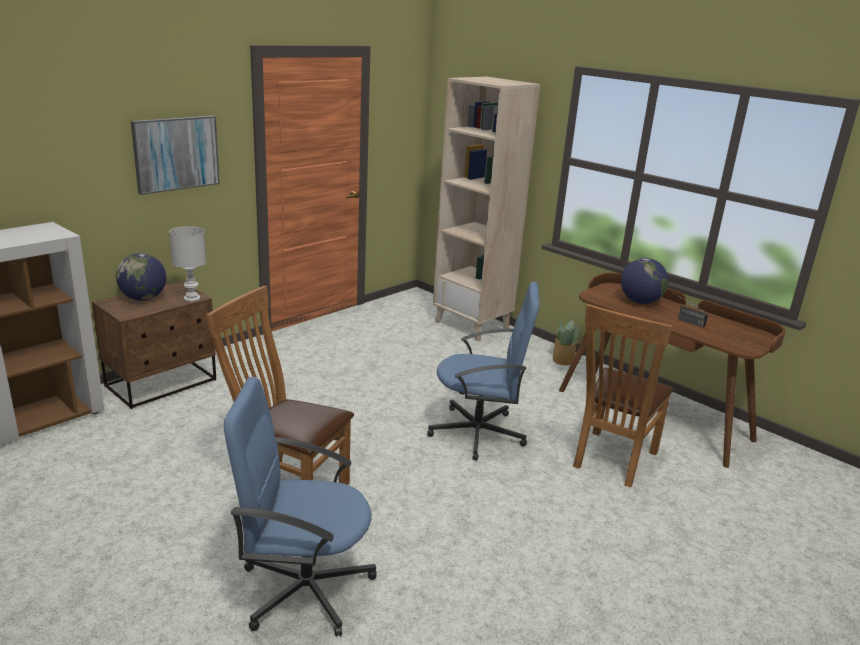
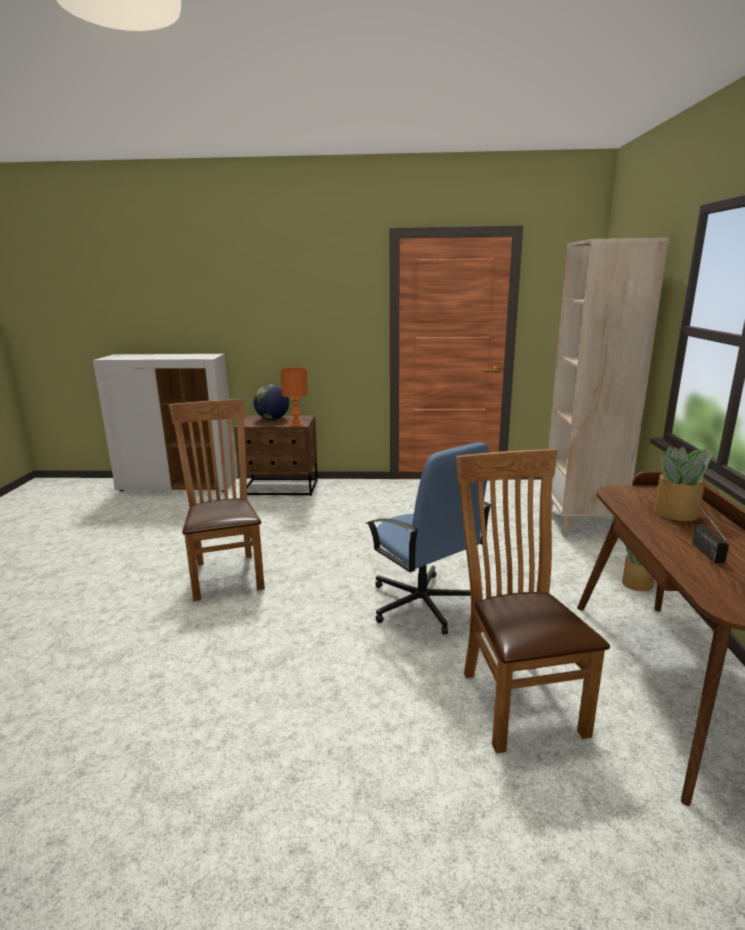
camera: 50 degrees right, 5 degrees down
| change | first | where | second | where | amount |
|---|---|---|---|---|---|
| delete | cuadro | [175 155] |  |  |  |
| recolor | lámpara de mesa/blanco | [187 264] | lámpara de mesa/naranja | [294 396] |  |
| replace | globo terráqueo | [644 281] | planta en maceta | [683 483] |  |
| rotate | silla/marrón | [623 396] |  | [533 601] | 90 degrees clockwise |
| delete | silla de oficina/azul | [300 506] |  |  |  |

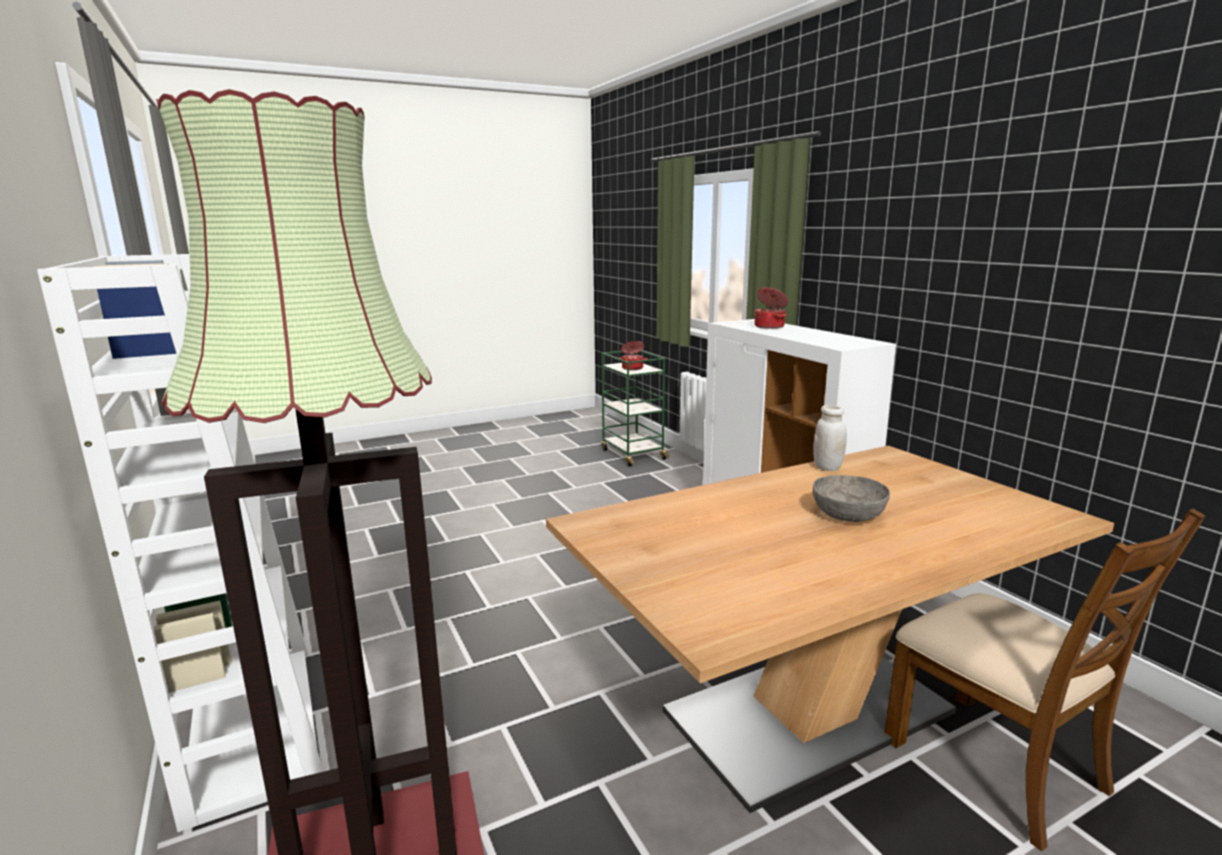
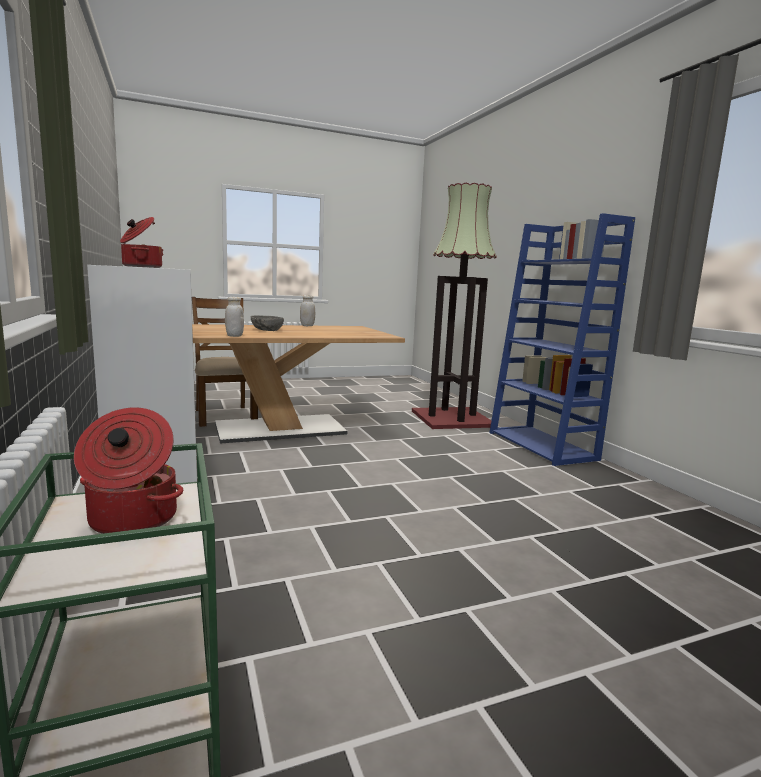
camera: 175 degrees left, 5 degrees down
| change | first | where | second | where | amount |
|---|---|---|---|---|---|
| recolor | estantería/blanco | [180 543] | estantería/azul | [562 339] |  |
| insert |  |  | tarro/blanco | [307 310] |  |

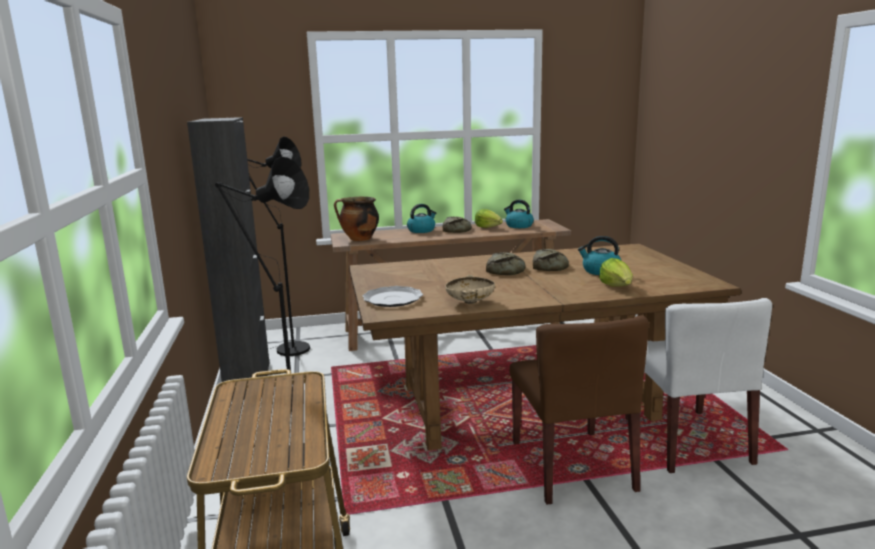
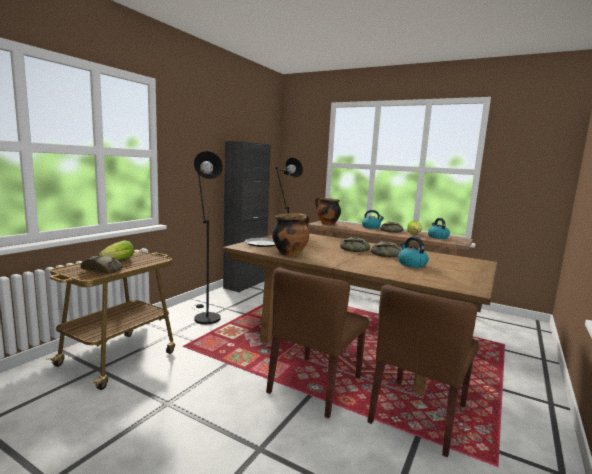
camera: 40 degrees right, 5 degrees down
| change | first | where | second | where | amount |
|---|---|---|---|---|---|
| move | lechuga | [616 272] |  | [116 250] |  |
| replace | cuenco/beis | [470 289] | olla | [290 234] |  |
| recolor | silla/blanco | [698 385] | silla/marrón | [423 370] |  |
| insert |  |  | pan | [101 265] |  |

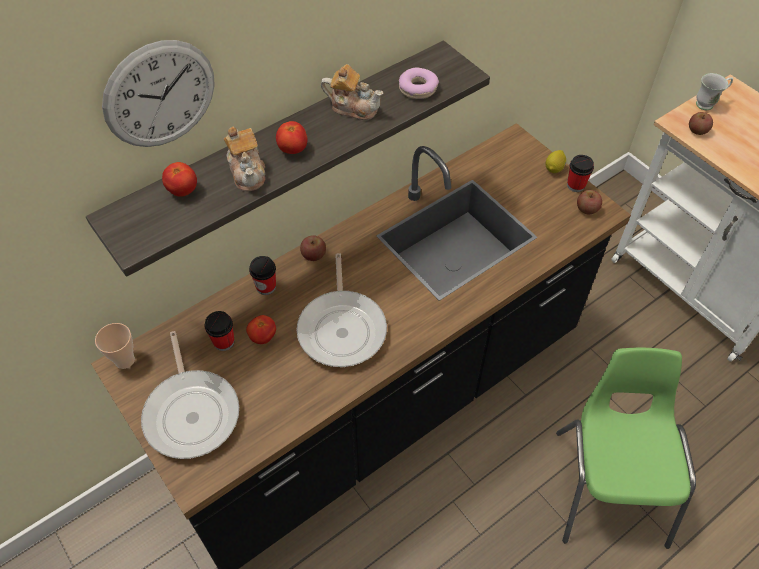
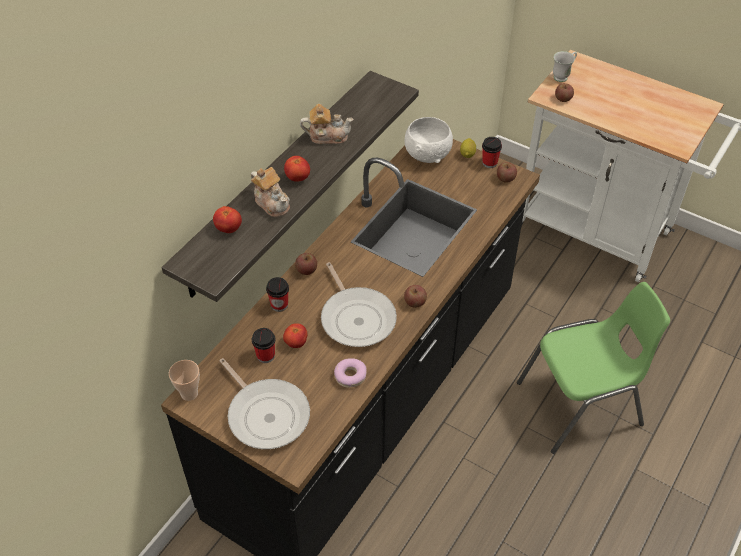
camera: 20 degrees left, 5 degrees down
| change | first | where | second | where | amount |
|---|---|---|---|---|---|
| delete | reloj de pared | [158 93] |  |  |  |
| move | rosquilla | [419 83] |  | [350 373] |  |
| rotate | silla/verde | [626 448] |  | [593 368] | 90 degrees clockwise |
| insert |  |  | cuenco/blanco | [429 140] |  |
| insert |  |  | manzana | [415 296] |  |

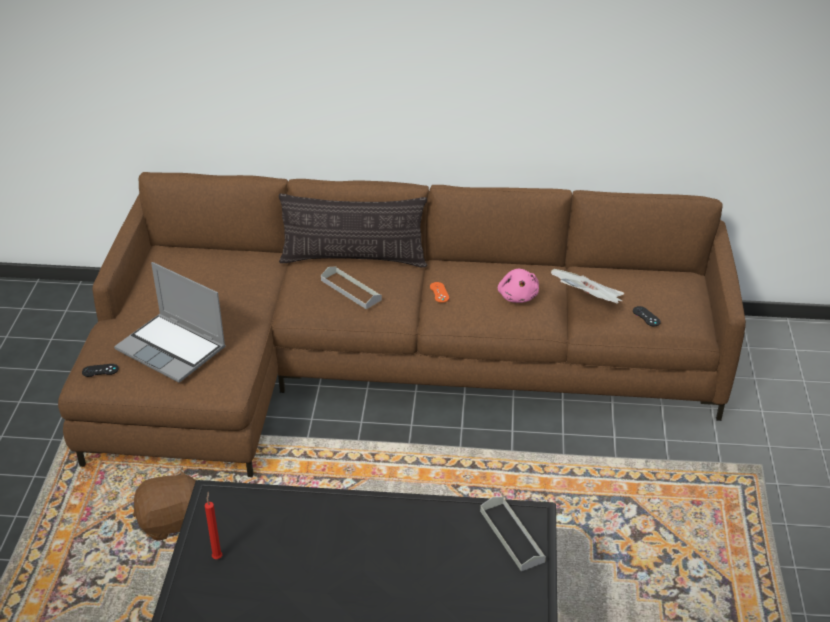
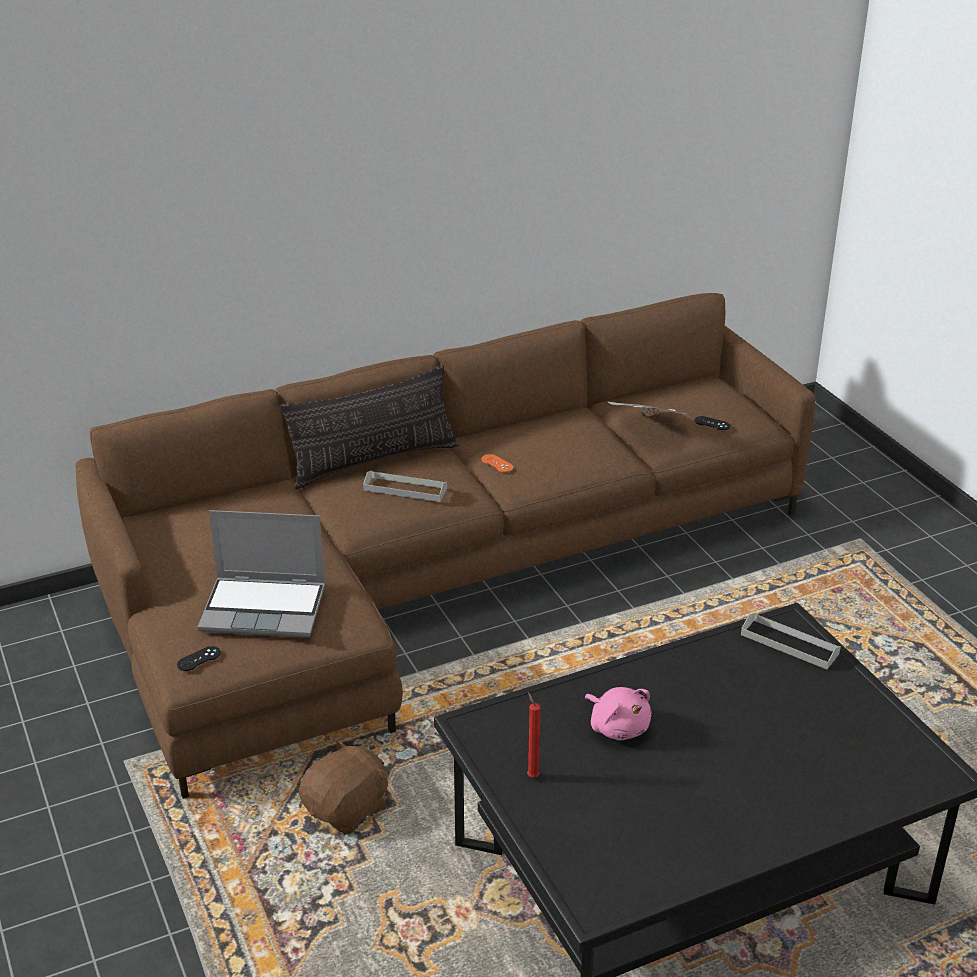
camera: 30 degrees left, 5 degrees down
| change | first | where | second | where | amount |
|---|---|---|---|---|---|
| move | peluche/rosa | [518 286] |  | [618 713] |  |

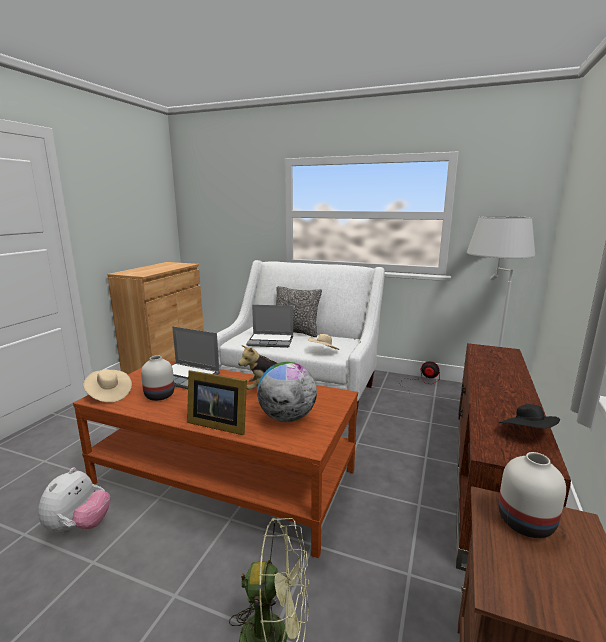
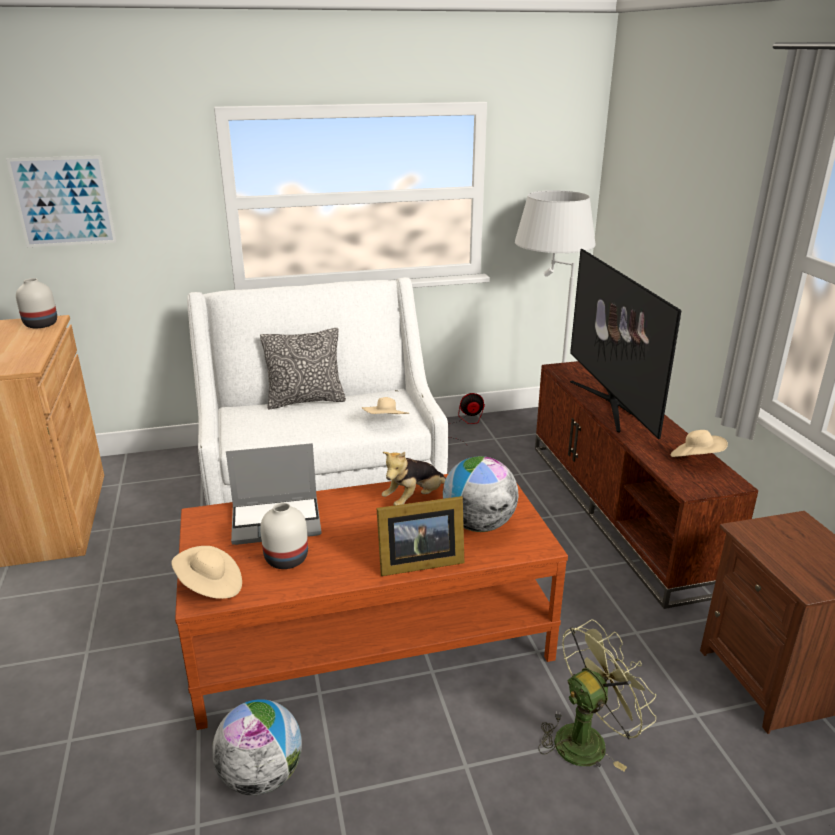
camera: 35 degrees left, 10 degrees up
| change | first | where | second | where | amount |
|---|---|---|---|---|---|
| delete | portátil | [269 326] |  |  |  |
| recolor | sombrero/negro | [529 416] | sombrero/beis | [699 443] |  |
| move | florero/blanco | [532 495] |  | [36 303] |  |
| replace | peluche | [74 501] | globo terráqueo | [257 747] |  |
| insert |  |  | cuadro | [61 201] |  |
| insert |  |  | televisor | [626 344] |  |

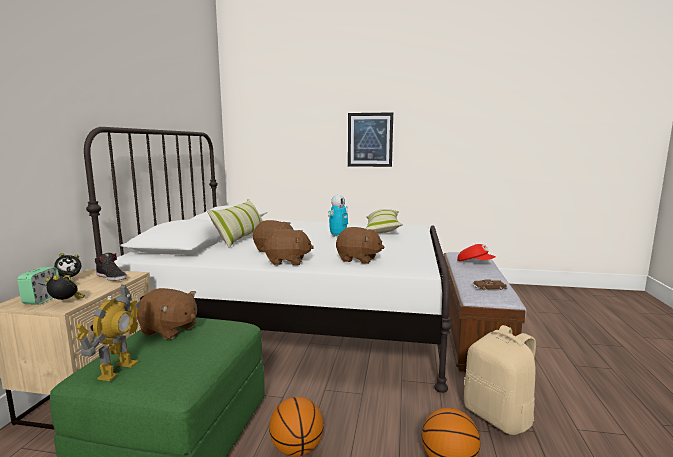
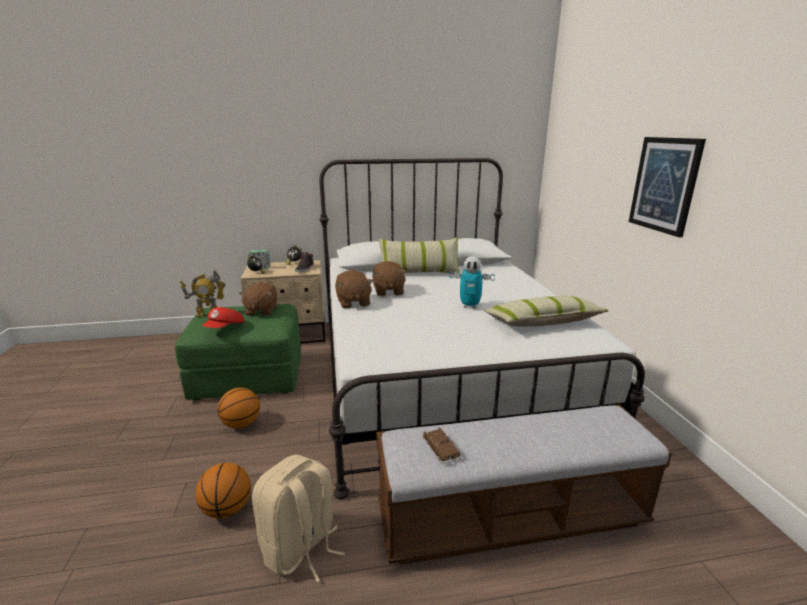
camera: 70 degrees right, 10 degrees up
| change | first | where | second | where | amount |
|---|---|---|---|---|---|
| delete | peluche/marrón | [360 245] |  |  |  |
| move | gorra/rojo | [476 252] |  | [223 317] |  |

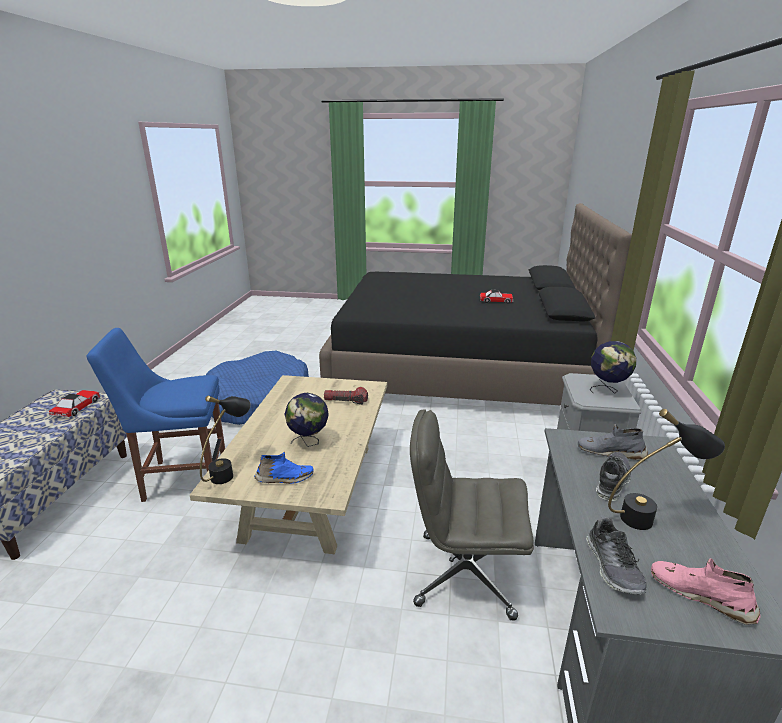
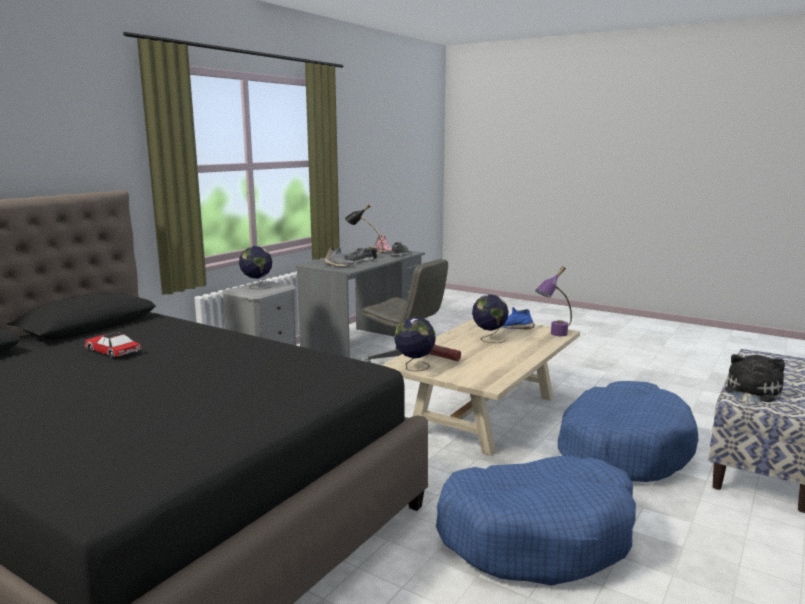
camera: 155 degrees left, 10 degrees down
| change | first | where | second | where | amount |
|---|---|---|---|---|---|
| replace | silla/azul | [155 415] | cama para perro/azul | [628 431] |  |
| replace | coche de juguete | [75 404] | peluche | [755 379] |  |
| recolor | lámpara de mesa/negro | [225 439] | lámpara de mesa/morado | [553 301] |  |
| insert |  |  | globo terráqueo | [415 344] |  |

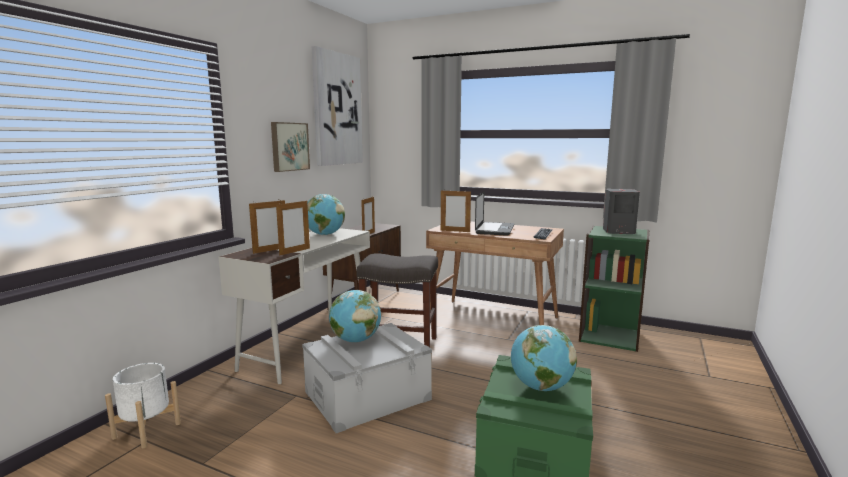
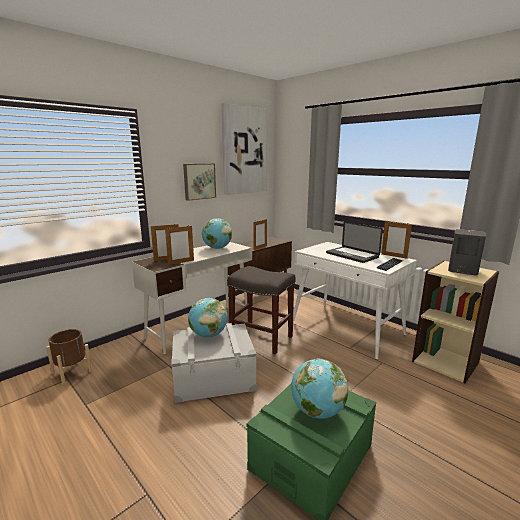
camera: 20 degrees right, 5 degrees up
| change | first | where | second | where | amount |
|---|---|---|---|---|---|
| move | portarretratos | [456 211] |  | [396 240] |  |
| rotate | portátil | [494 214] |  | [354 242] | 105 degrees clockwise |
| recolor | escritorio/marrón | [495 273] | escritorio/blanco | [355 300] |  |
| recolor | estantería/verde | [614 289] | estantería/beis | [455 321] |  |
| recolor | maceta/blanco | [143 405] | maceta/marrón | [69 357] |  |

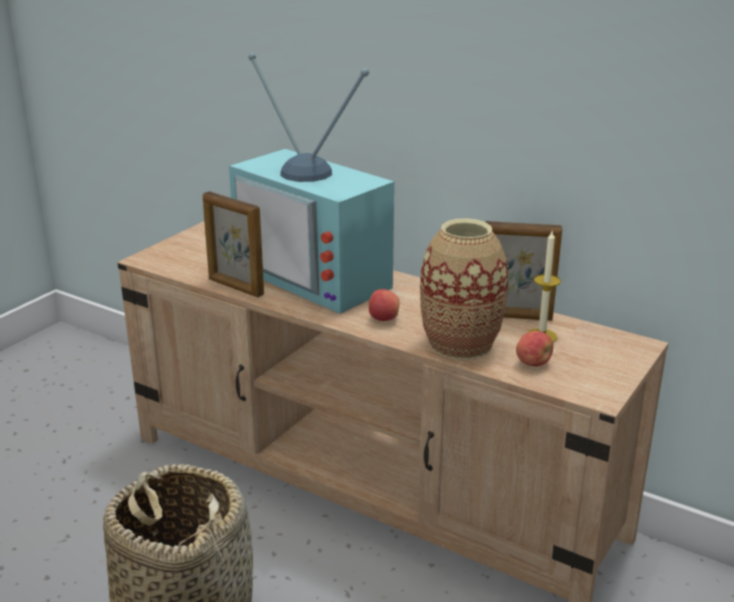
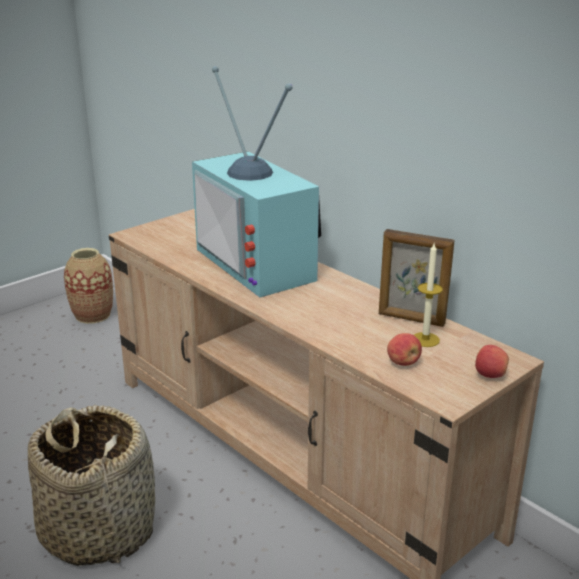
camera: 15 degrees right, 0 degrees up
| change | first | where | second | where | amount |
|---|---|---|---|---|---|
| delete | portarretratos | [233 244] |  |  |  |
| move | florero | [464 289] |  | [88 286] |  |
| move | manzana | [384 305] |  | [492 361] |  |

